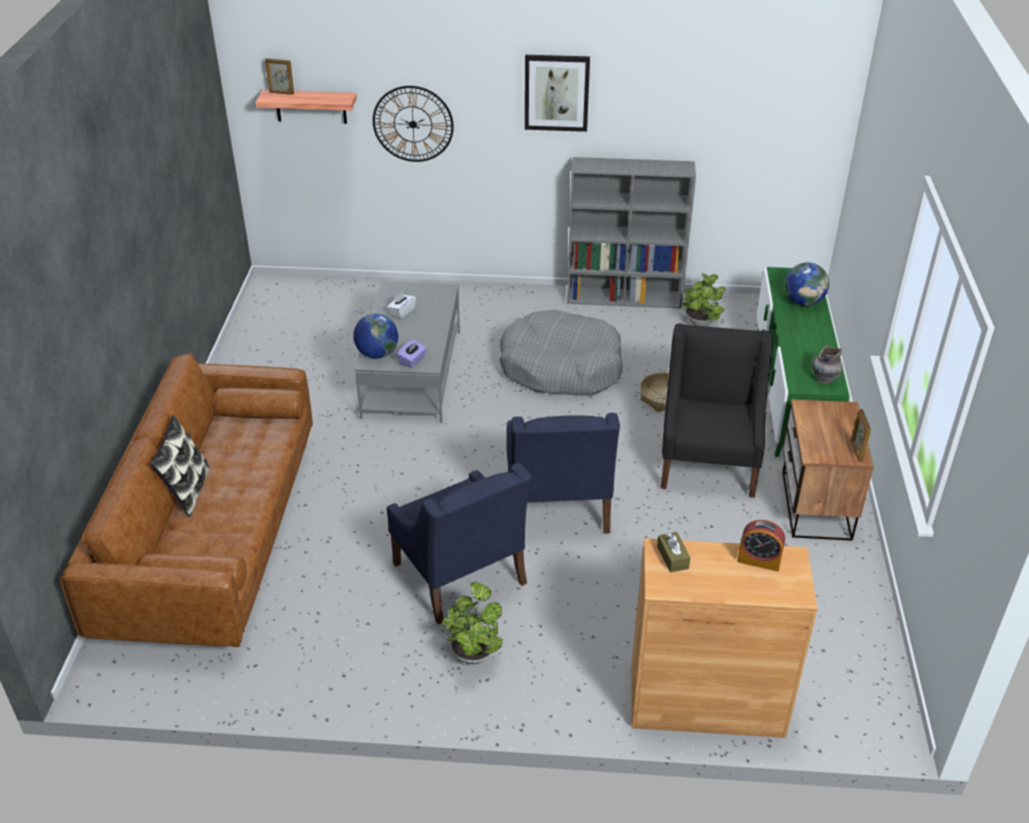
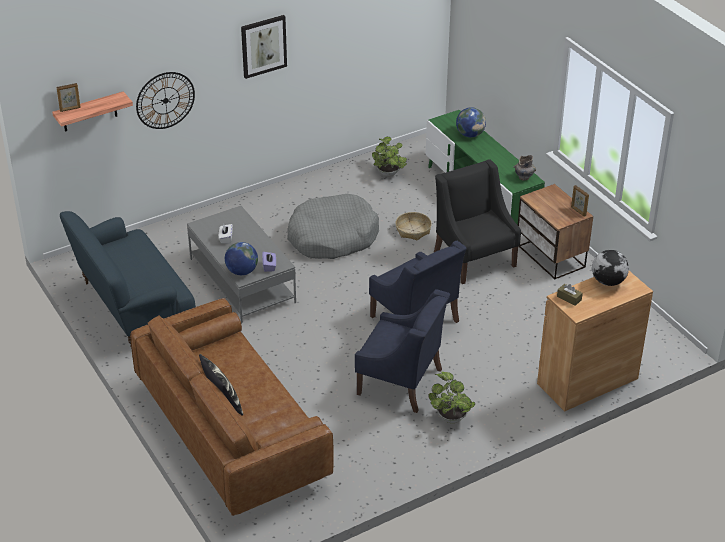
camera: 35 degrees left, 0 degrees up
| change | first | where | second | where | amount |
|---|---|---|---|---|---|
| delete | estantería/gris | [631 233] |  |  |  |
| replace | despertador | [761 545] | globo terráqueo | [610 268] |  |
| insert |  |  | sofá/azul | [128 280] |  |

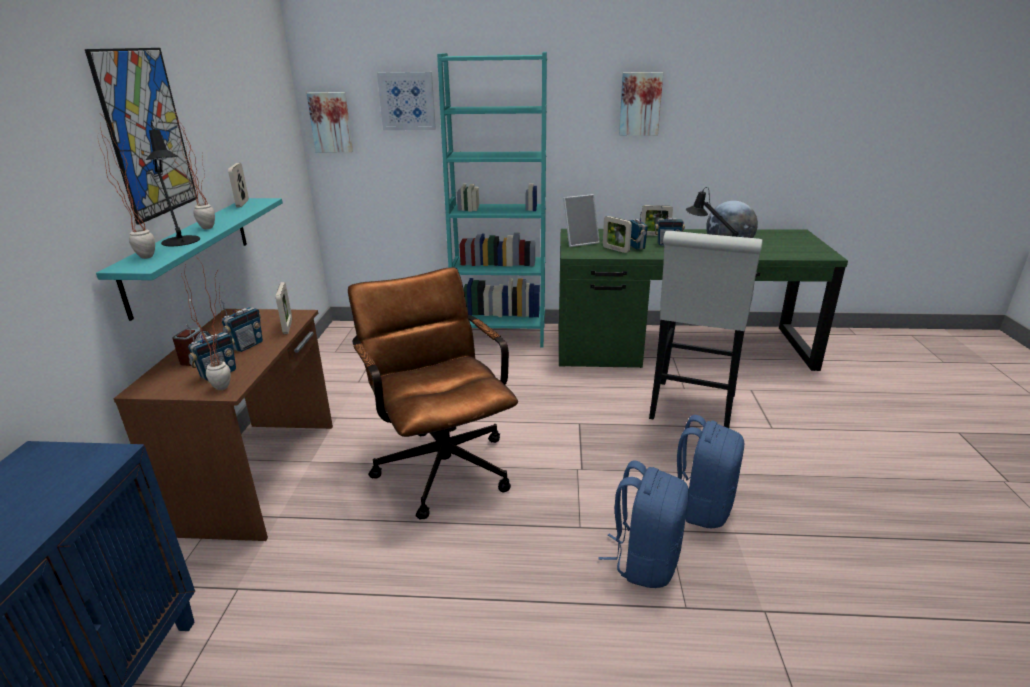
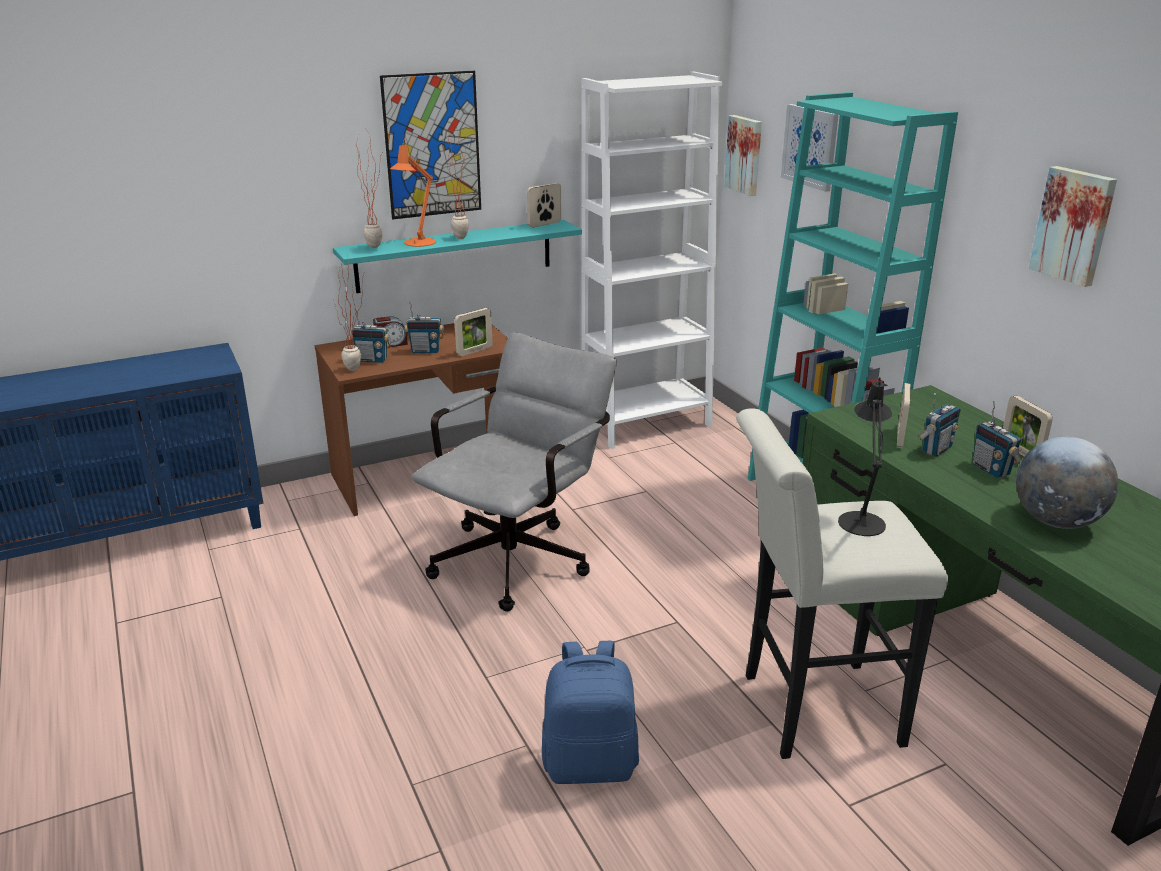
camera: 60 degrees right, 0 degrees up
| change | first | where | second | where | amount |
|---|---|---|---|---|---|
| recolor | lámpara de mesa/negro | [172 183] | lámpara de mesa/naranja | [413 192] |  |
| delete | portarretratos | [581 220] |  |  |  |
| recolor | silla de oficina/marrón | [433 393] | silla de oficina/gris | [514 472] |  |
| delete | mochila/azul | [643 524] |  |  |  |
| insert |  |  | estantería/blanco | [652 260] |  |

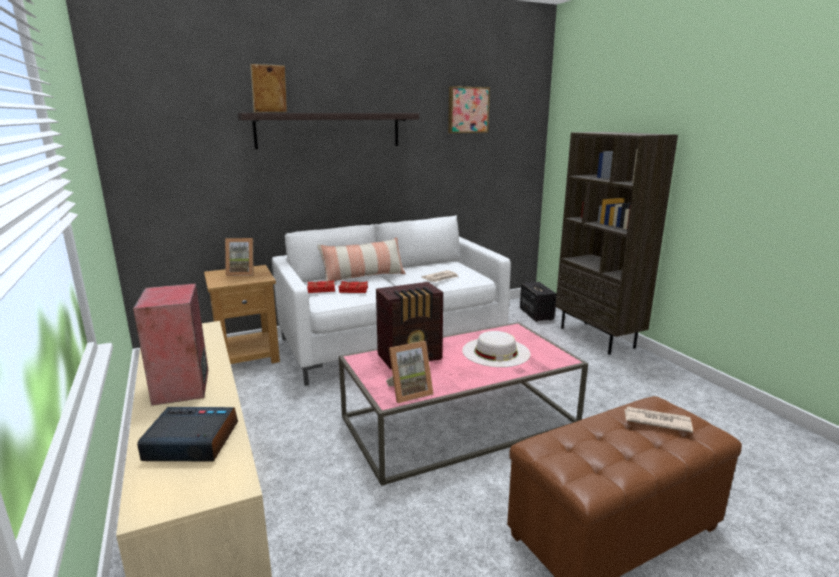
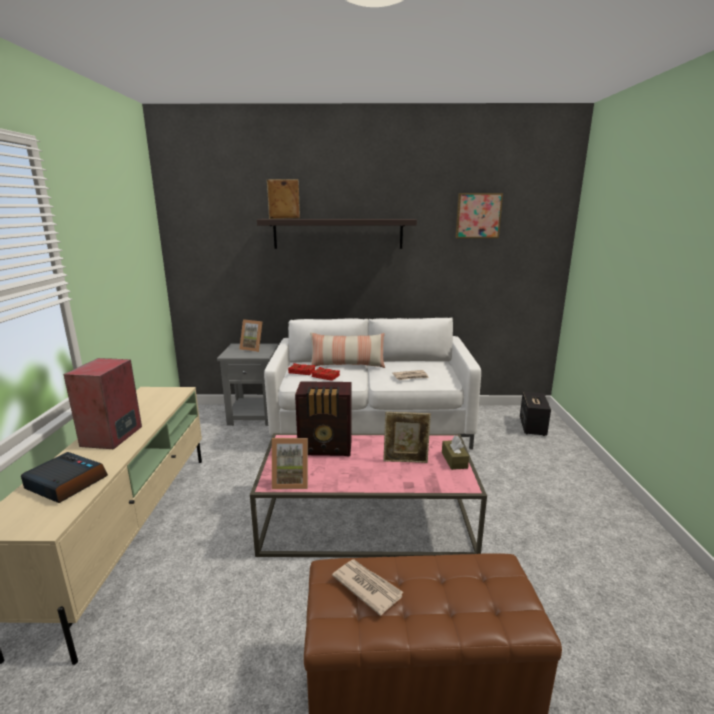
camera: 25 degrees right, 0 degrees up
| change | first | where | second | where | amount |
|---|---|---|---|---|---|
| delete | estantería/marrón | [616 243] |  |  |  |
| recolor | mesa auxiliar/marrón | [242 314] | mesa auxiliar/gris | [248 384] |  |
| replace | sombrero/blanco | [496 349] | portarretratos | [407 437] |  |
| move | periódico | [658 419] |  | [367 588] |  |
| insert |  |  | caja de pañuelos/marrón | [455 452] |  |

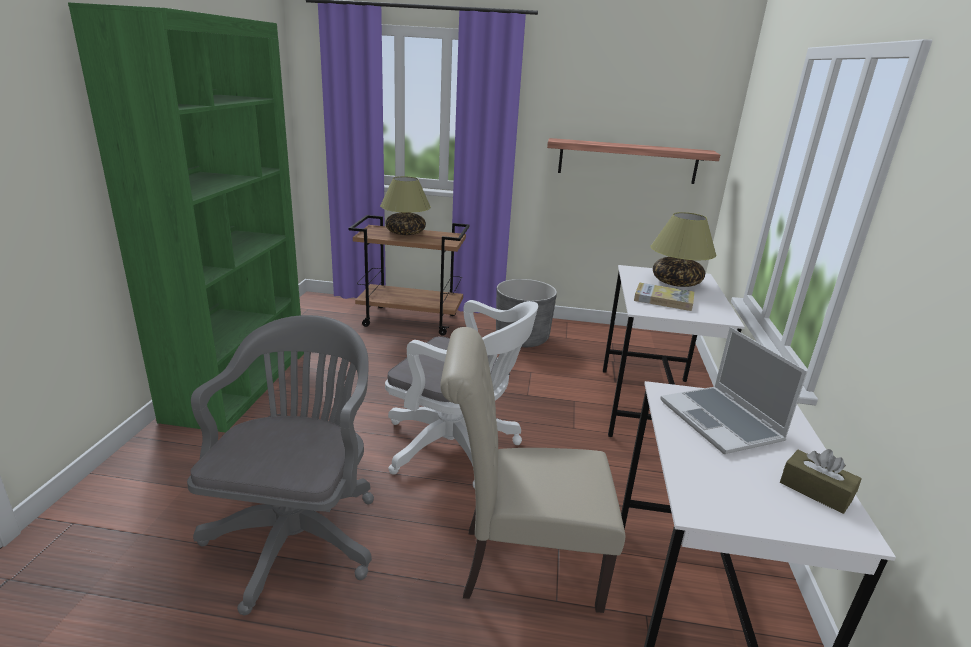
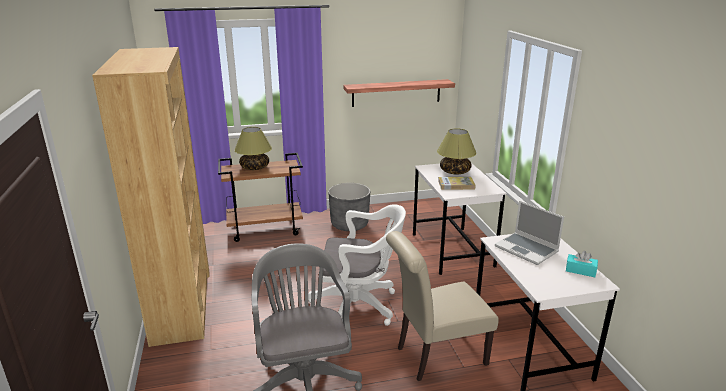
camera: 20 degrees left, 0 degrees up
| change | first | where | second | where | amount |
|---|---|---|---|---|---|
| recolor | estantería/verde | [186 217] | estantería/marrón | [151 197] |  |
| recolor | caja de pañuelos/marrón | [821 481] | caja de pañuelos/turquesa | [582 264] |  |

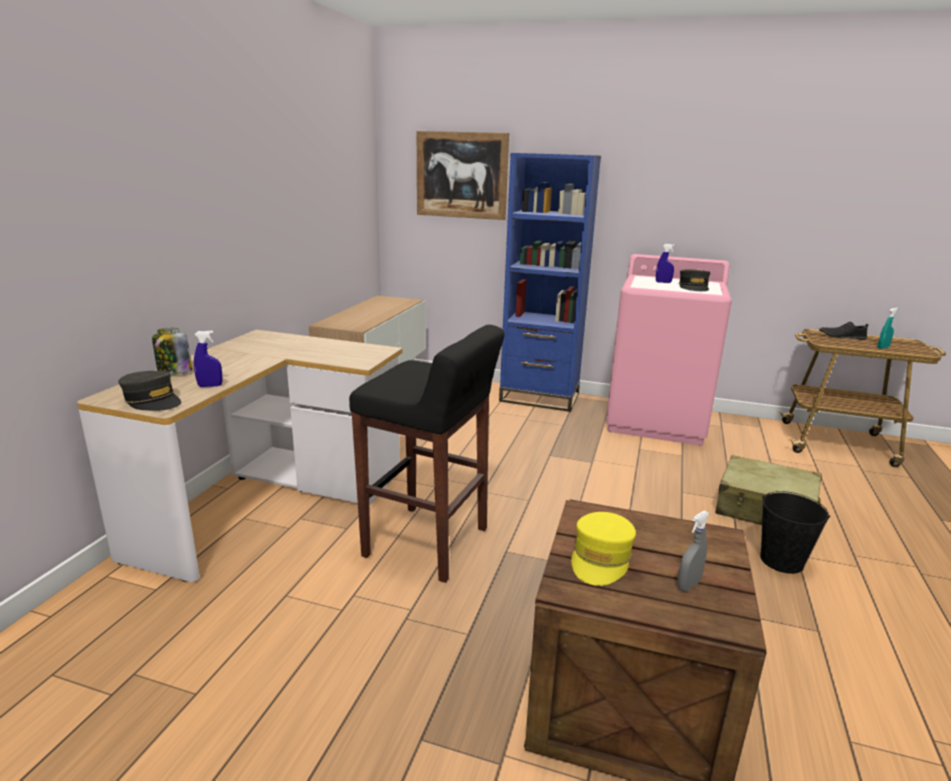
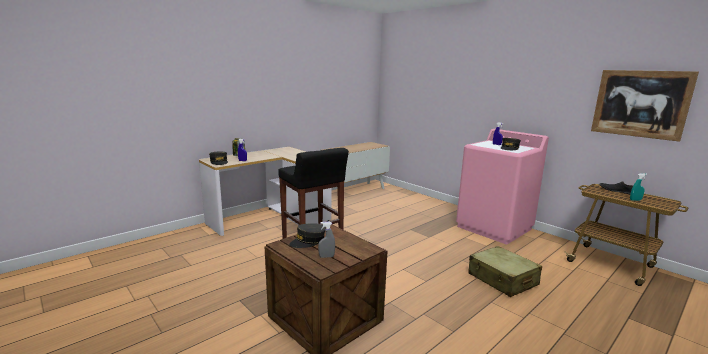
camera: 30 degrees right, 5 degrees down
| change | first | where | second | where | amount |
|---|---|---|---|---|---|
| move | cuadro | [463 175] |  | [645 106] |  |
| delete | estantería/azul | [550 282] |  |  |  |
| delete | cubo/negro | [795 532] |  |  |  |
| recolor | gorra/amarillo | [603 549] | gorra/gris | [307 235] |  |

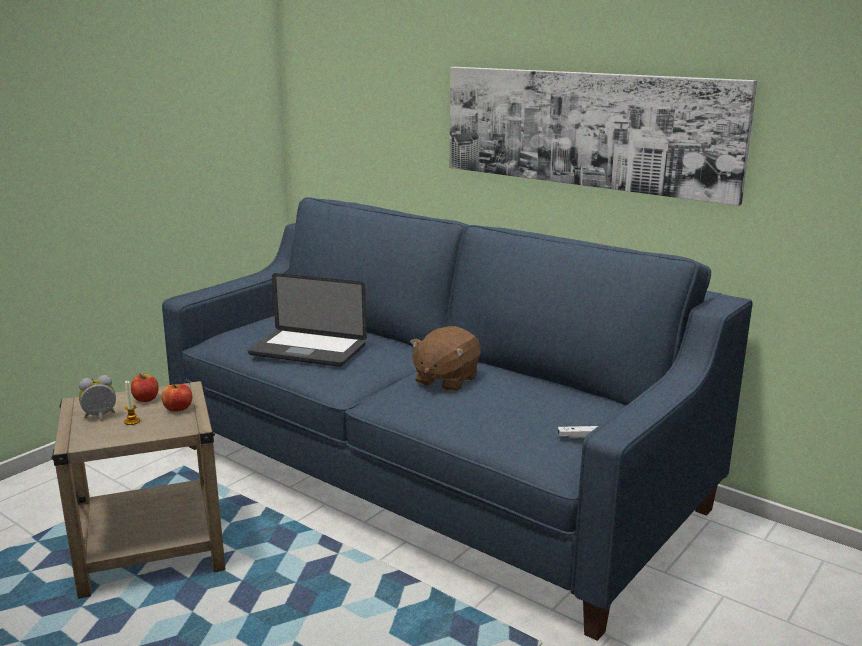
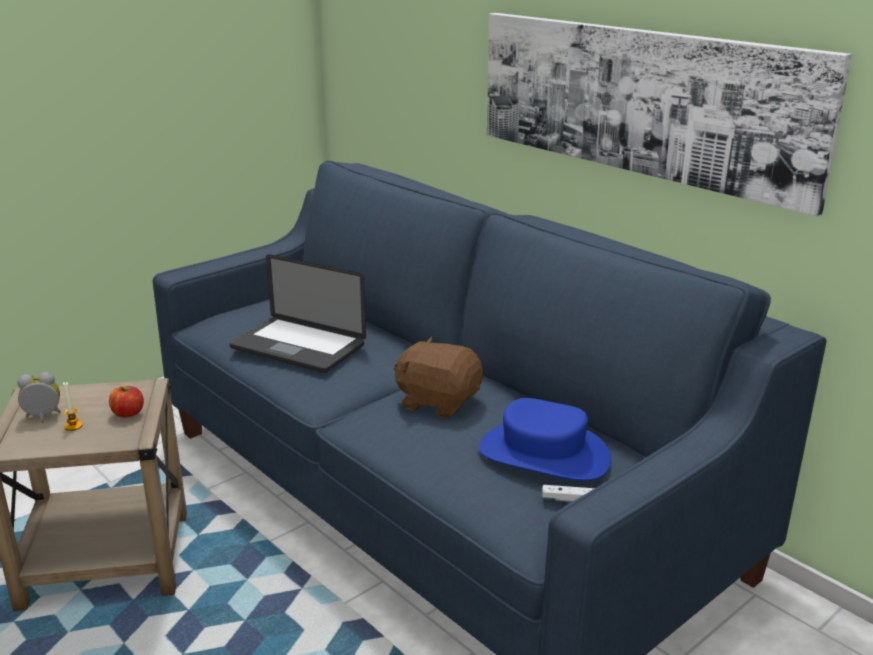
camera: 10 degrees right, 5 degrees up
| change | first | where | second | where | amount |
|---|---|---|---|---|---|
| rotate | peluche/marrón | [445 359] |  | [438 377] | 75 degrees clockwise |
| delete | manzana | [145 387] |  |  |  |
| insert |  |  | sombrero/azul | [545 439] |  |

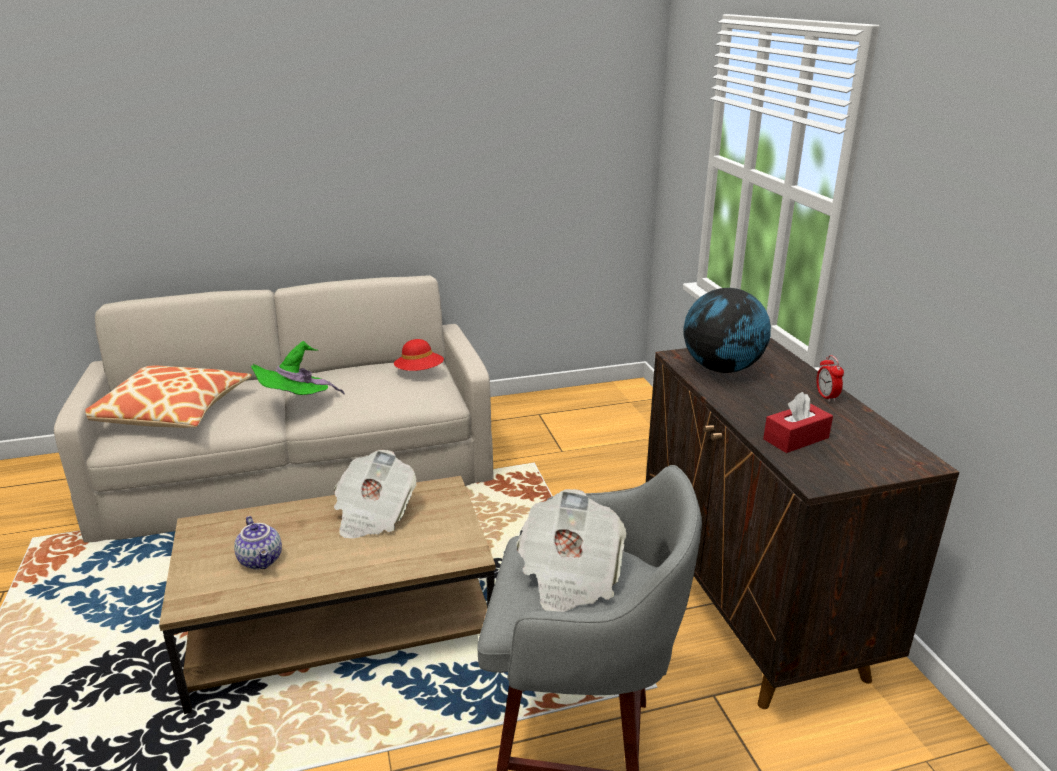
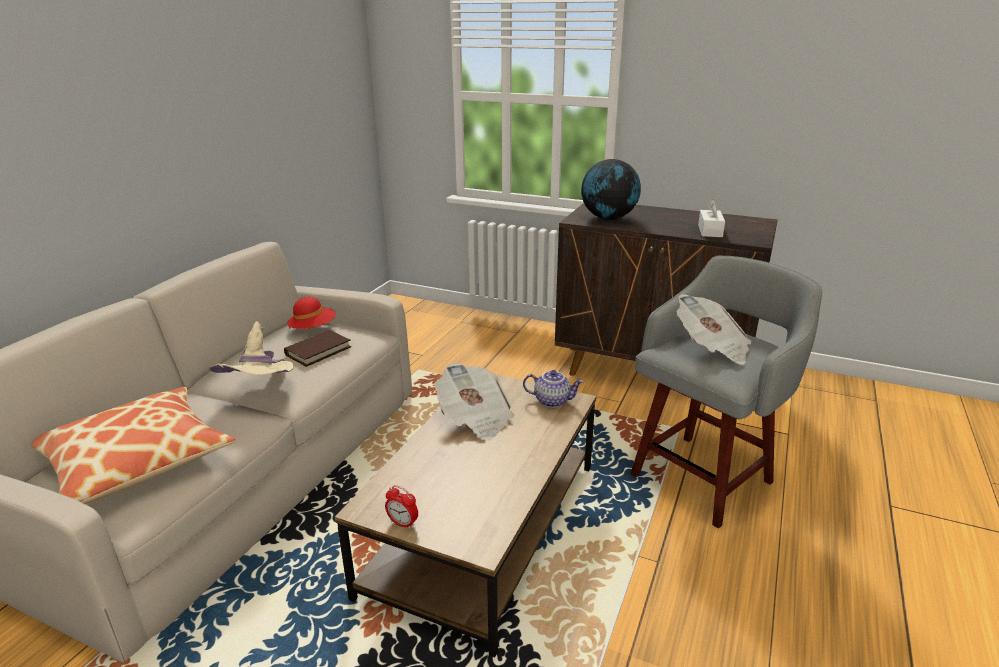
camera: 50 degrees left, 0 degrees up
| change | first | where | second | where | amount |
|---|---|---|---|---|---|
| recolor | sombrero/verde | [297 368] | sombrero/beis | [251 348] |  |
| move | despertador | [830 378] |  | [401 507] |  |
| recolor | caja de pañuelos/rojo | [798 422] | caja de pañuelos/blanco | [711 218] |  |
| move | tetera | [258 543] |  | [553 389] |  |
| insert |  |  | libro/marrón | [317 348] |  |

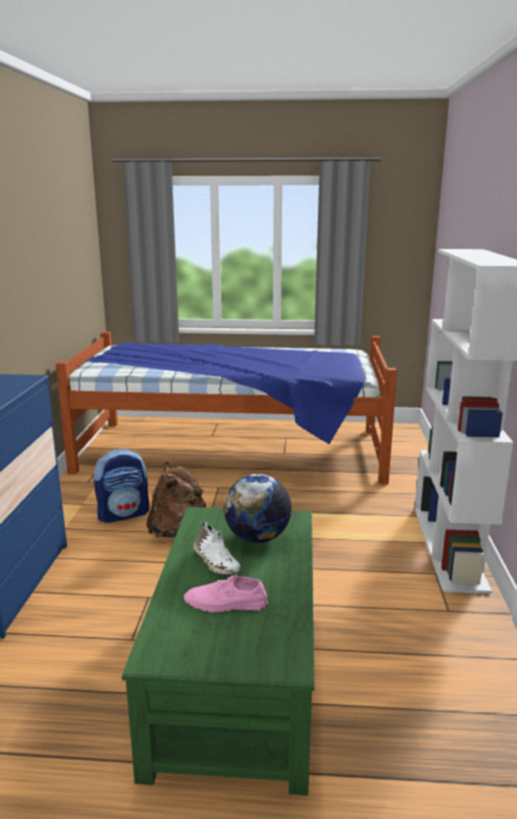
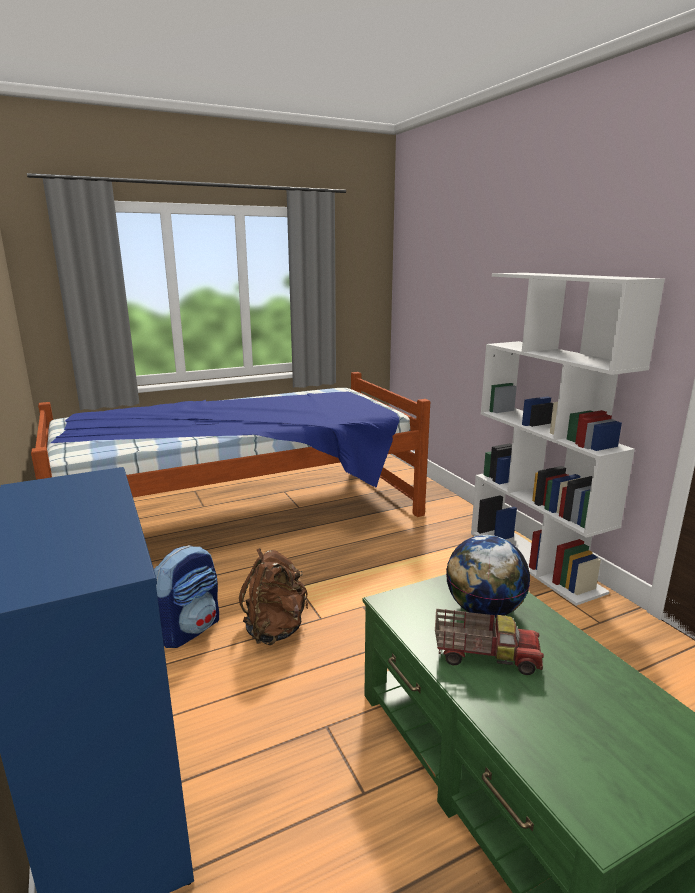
camera: 30 degrees left, 0 degrees up
| change | first | where | second | where | amount |
|---|---|---|---|---|---|
| replace | zapato/blanco | [217 548] | camión de juguete | [489 642] |  |
| delete | zapato/rosa | [226 593] |  |  |  |

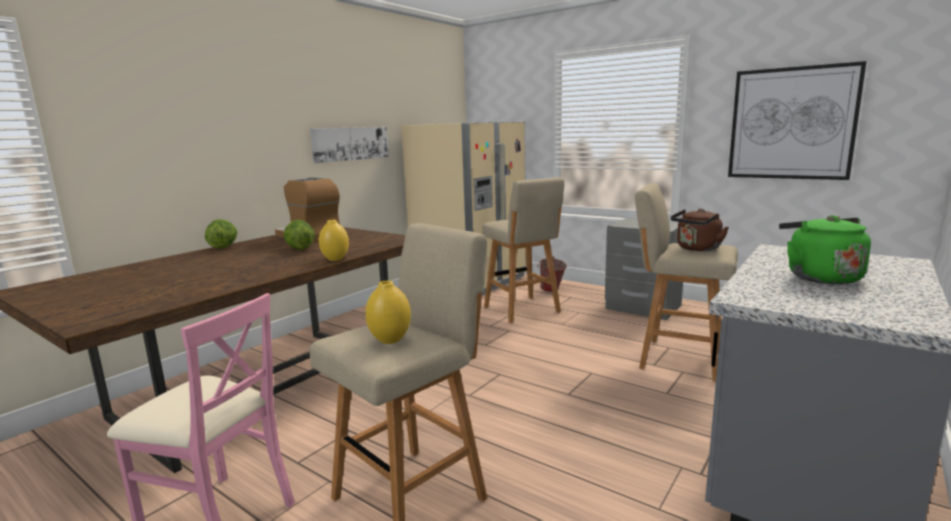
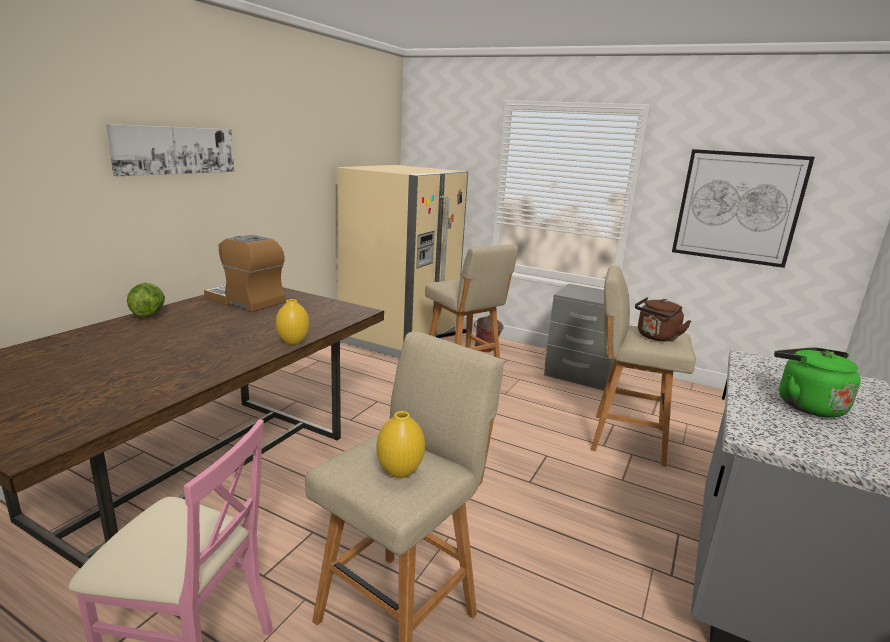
camera: 10 degrees left, 5 degrees up
| change | first | where | second | where | amount |
|---|---|---|---|---|---|
| move | cuadro | [349 145] |  | [170 150] |  |
| delete | lechuga | [299 235] |  |  |  |

